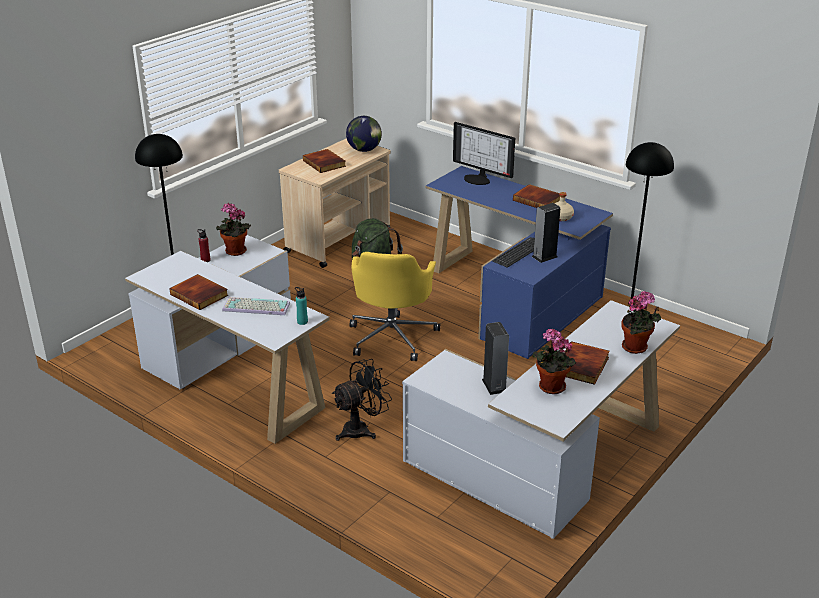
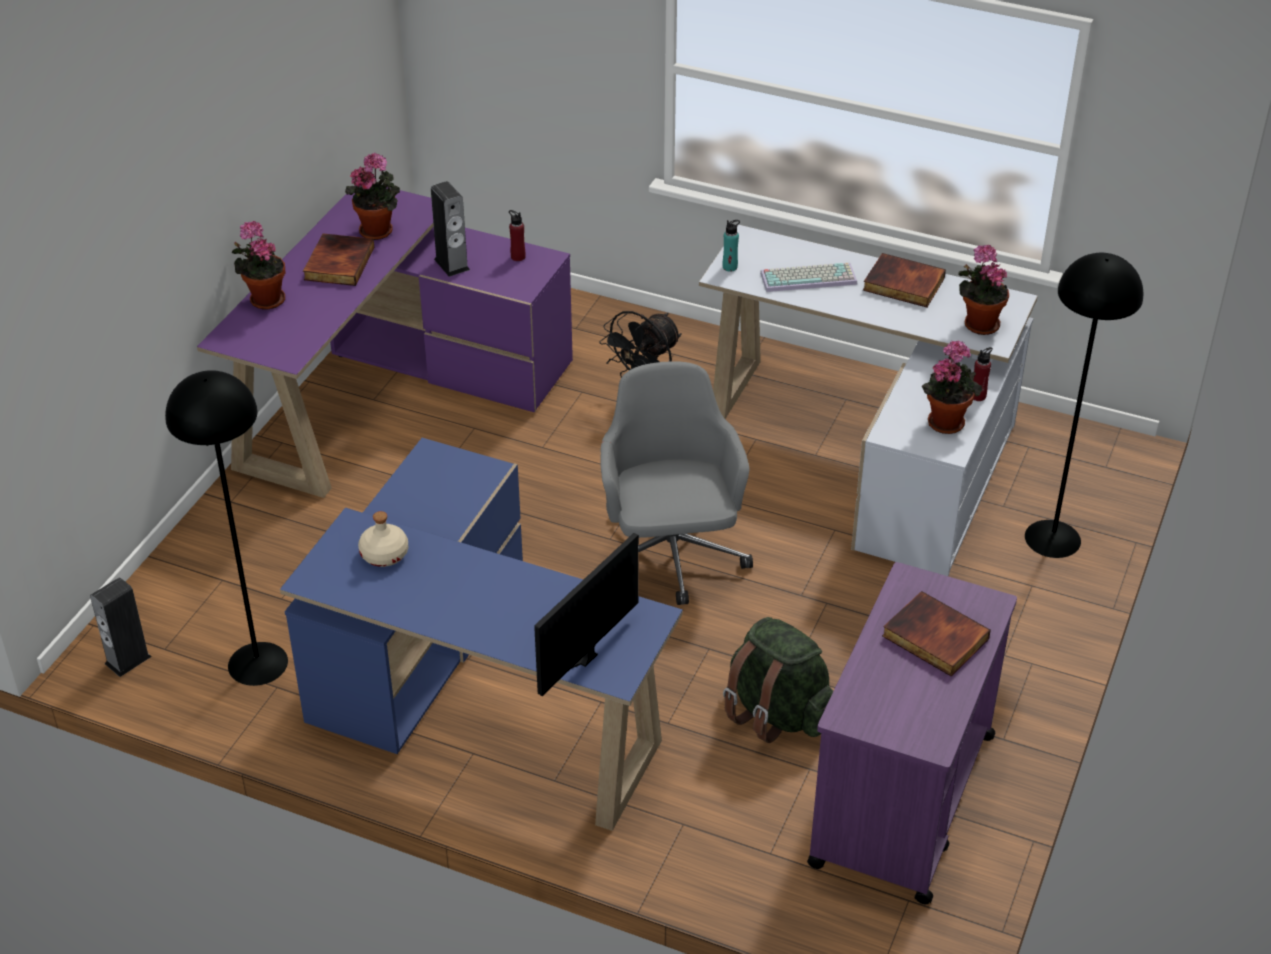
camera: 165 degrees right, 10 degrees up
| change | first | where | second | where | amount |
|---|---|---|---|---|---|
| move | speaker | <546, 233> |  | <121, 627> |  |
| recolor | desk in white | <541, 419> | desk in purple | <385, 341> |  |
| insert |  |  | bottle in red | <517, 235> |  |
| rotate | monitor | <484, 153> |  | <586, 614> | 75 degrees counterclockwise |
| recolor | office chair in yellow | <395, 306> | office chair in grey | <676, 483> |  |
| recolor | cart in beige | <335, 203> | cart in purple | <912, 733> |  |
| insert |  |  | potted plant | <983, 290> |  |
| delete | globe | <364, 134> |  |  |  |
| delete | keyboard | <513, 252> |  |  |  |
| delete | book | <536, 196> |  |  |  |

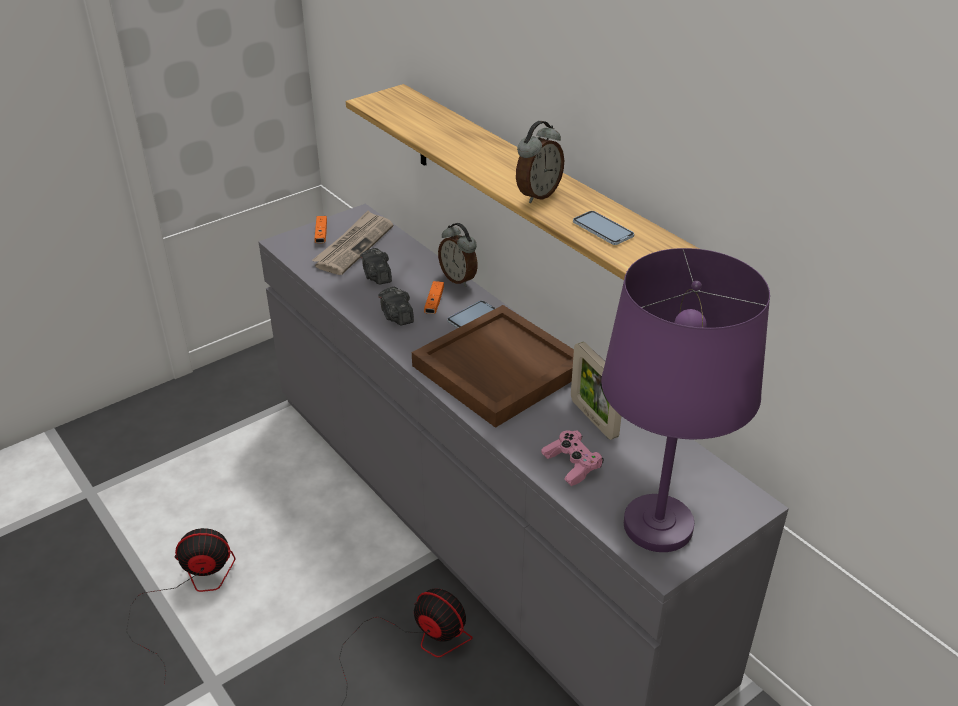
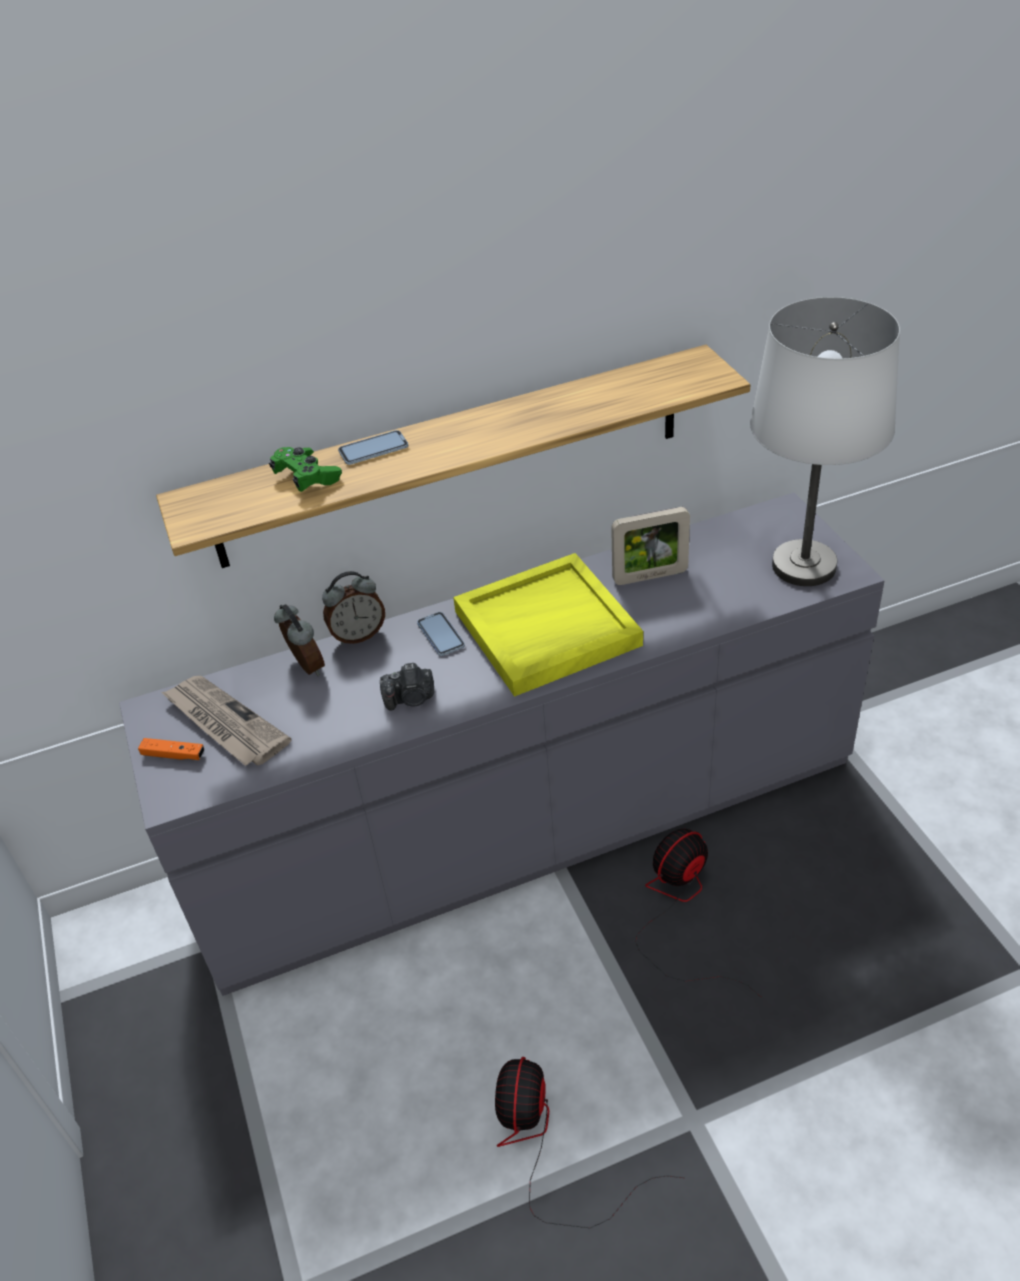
camera: 70 degrees left, 5 degrees up
| change | first | where | second | where | amount |
|---|---|---|---|---|---|
| insert |  |  | game controller in green | <305, 469> |  |
| move | alarm clock | <540, 162> |  | <299, 640> |  |
| move | phone | <603, 228> |  | <373, 447> |  |
| recolor | tray in brown | <493, 366> | tray in yellow | <548, 625> |  |
| recolor | table lamp in purple | <685, 400> | table lamp in white | <825, 441> |  |
| delete | photo camera | <376, 266> |  |  |  |
| delete | game controller in orange | <434, 297> |  |  |  |
| delete | game controller in pink | <572, 458> |  |  |  |

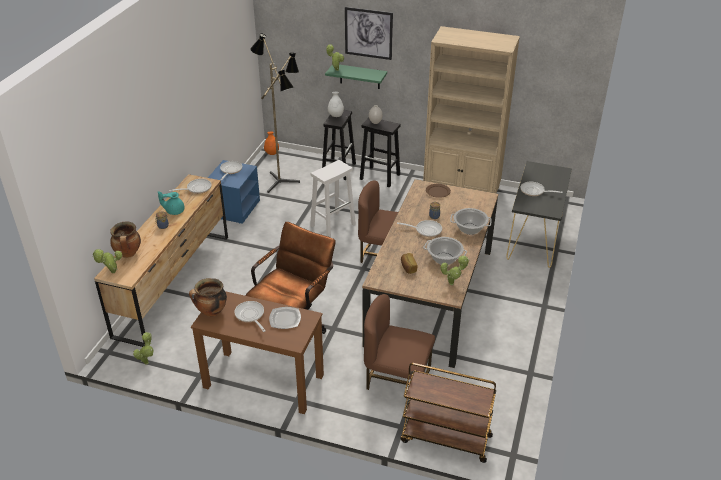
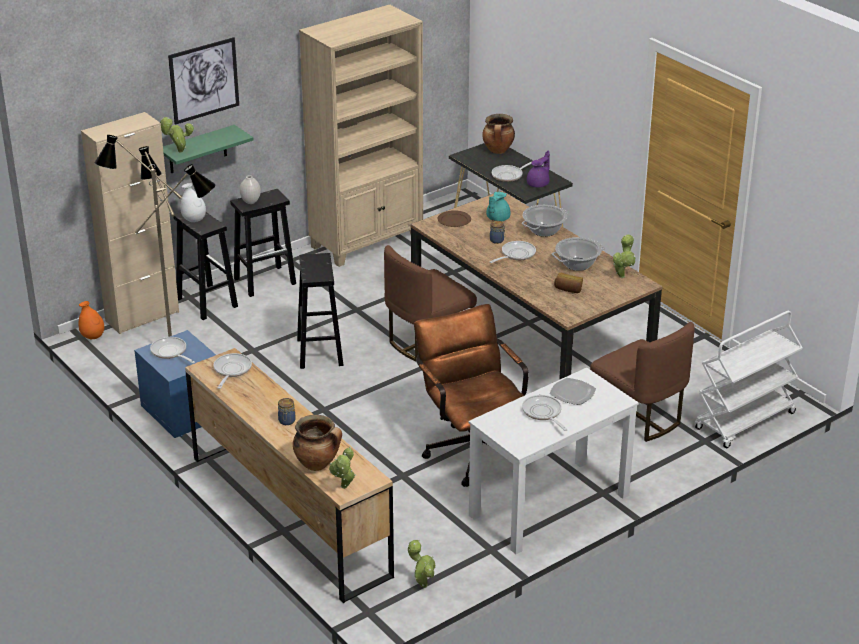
camera: 55 degrees left, 5 degrees down
| change | first | where | second | where | amount |
|---|---|---|---|---|---|
| insert |  |  | cabinet in beige | <130, 223> |  |
| recolor | stool in white | <333, 198> | stool in black | <320, 311> |  |
| recolor | desk in brown | <257, 352> | desk in white | <553, 461> |  |
| move | cooking pot | <208, 297> |  | <498, 134> |  |
| move | teapot in turquoise | <171, 203> |  | <498, 206> |  |
| rotate | frying pan | <249, 316> |  | <544, 413> | 60 degrees clockwise |
| insert |  |  | teapot in purple | <538, 169> |  |
| rotate | chair in brown | <399, 342> |  | <642, 382> | 90 degrees counterclockwise |
| recolor | cart in brown | <448, 413> | cart in white | <748, 379> |  |

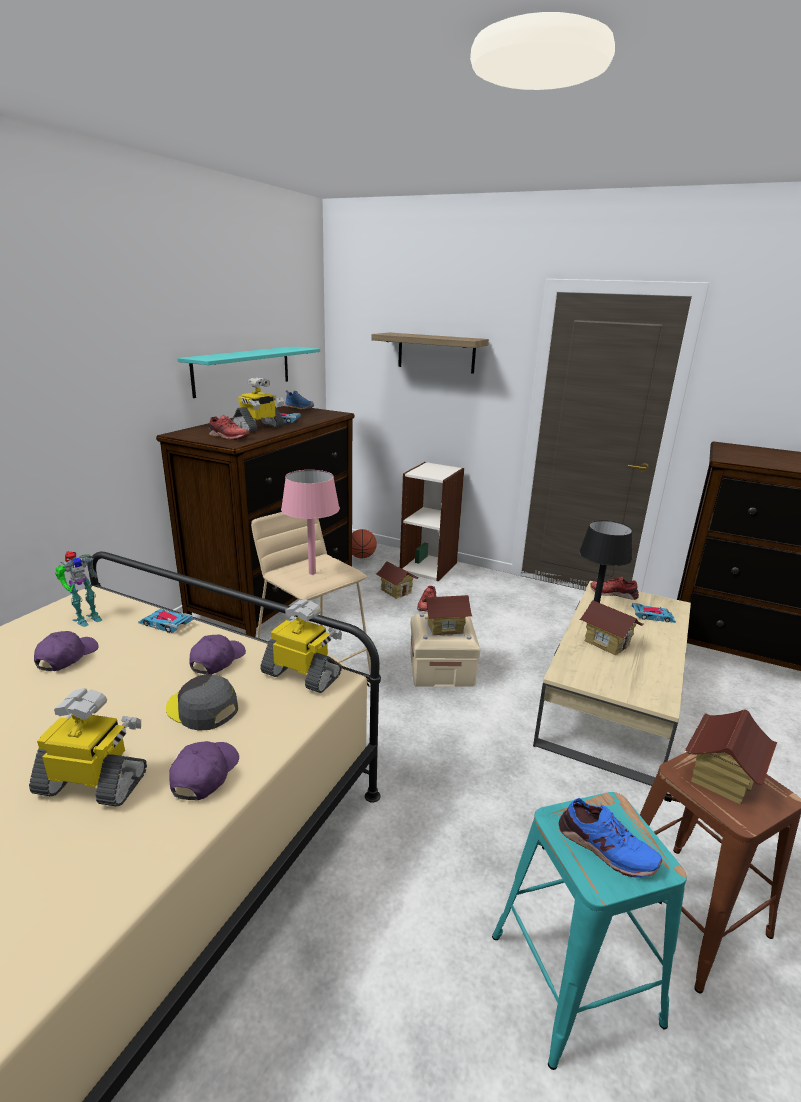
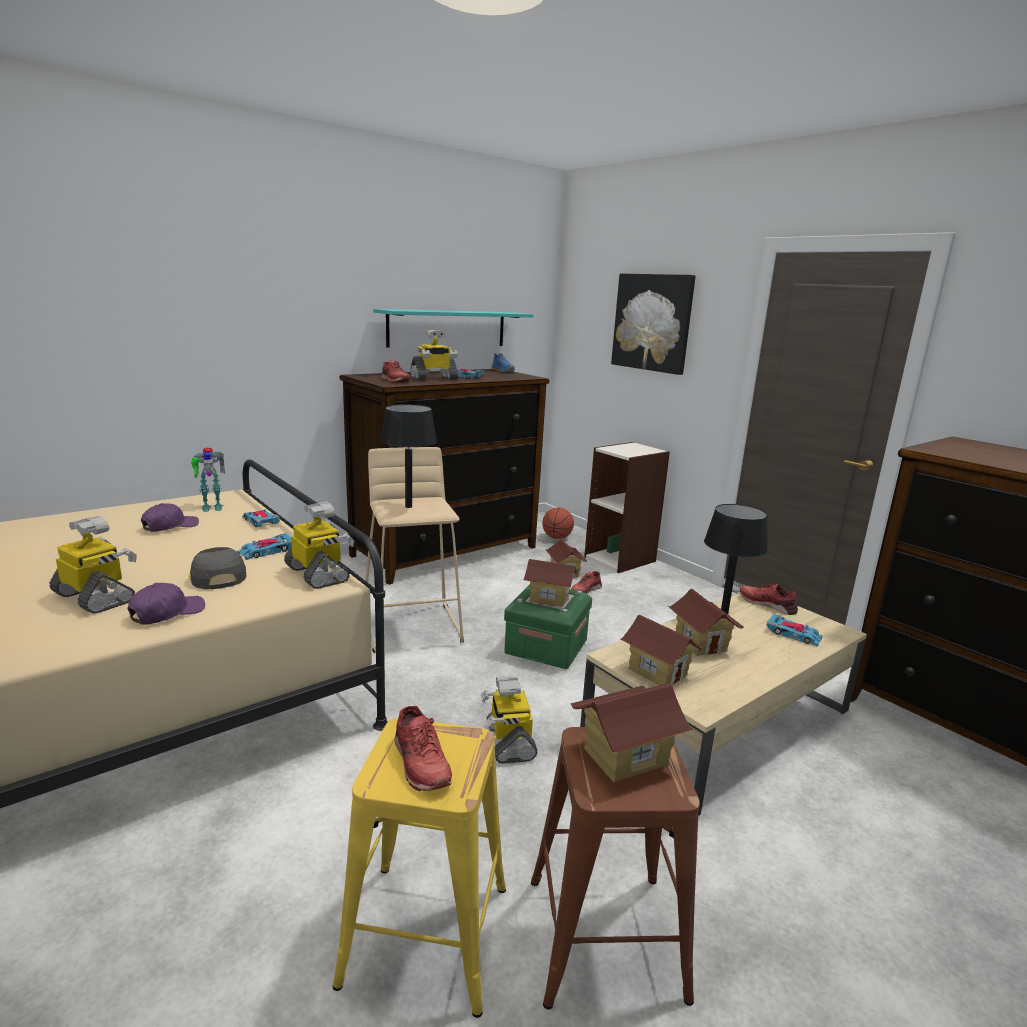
camera: 25 degrees right, 5 degrees down
| change | first | where | second | where | amount |
|---|---|---|---|---|---|
| replace | cap in purple | <218, 654> | toy car | <265, 546> |  |
| recolor | stool in turquoise | <589, 931> | stool in yellow | <419, 868> |  |
| recolor | table lamp in pink | <310, 522> | table lamp in black | <408, 456> |  |
| recolor | shoe in blue | <610, 838> | shoe in red | <423, 748> |  |
| insert |  |  | toy robot | <509, 720> |  |
| recolor | storage box in beige | <445, 649> | storage box in green | <548, 626> |  |
| replace | shelf | <430, 353> | picture | <653, 324> |  |
| insert |  |  | toy house | <662, 650> |  |

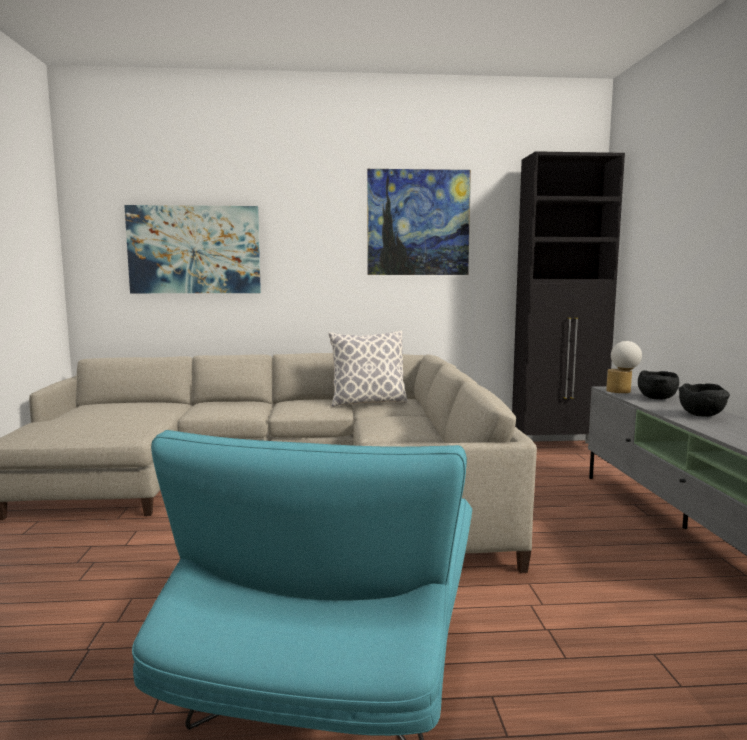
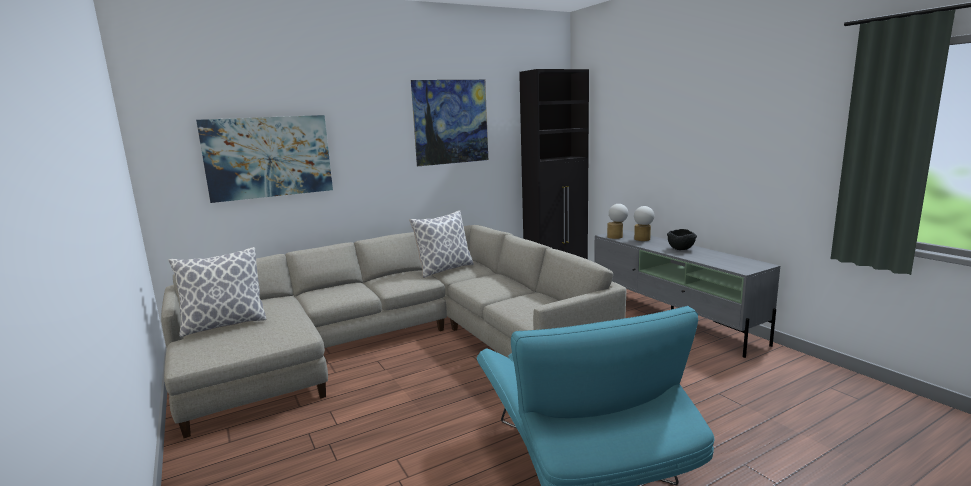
camera: 25 degrees left, 5 degrees up
| change | first | where | second | where | amount |
|---|---|---|---|---|---|
| insert |  |  | pillow | <217, 292> |  |
| replace | bowl in black | <658, 385> | table lamp | <644, 223> |  |

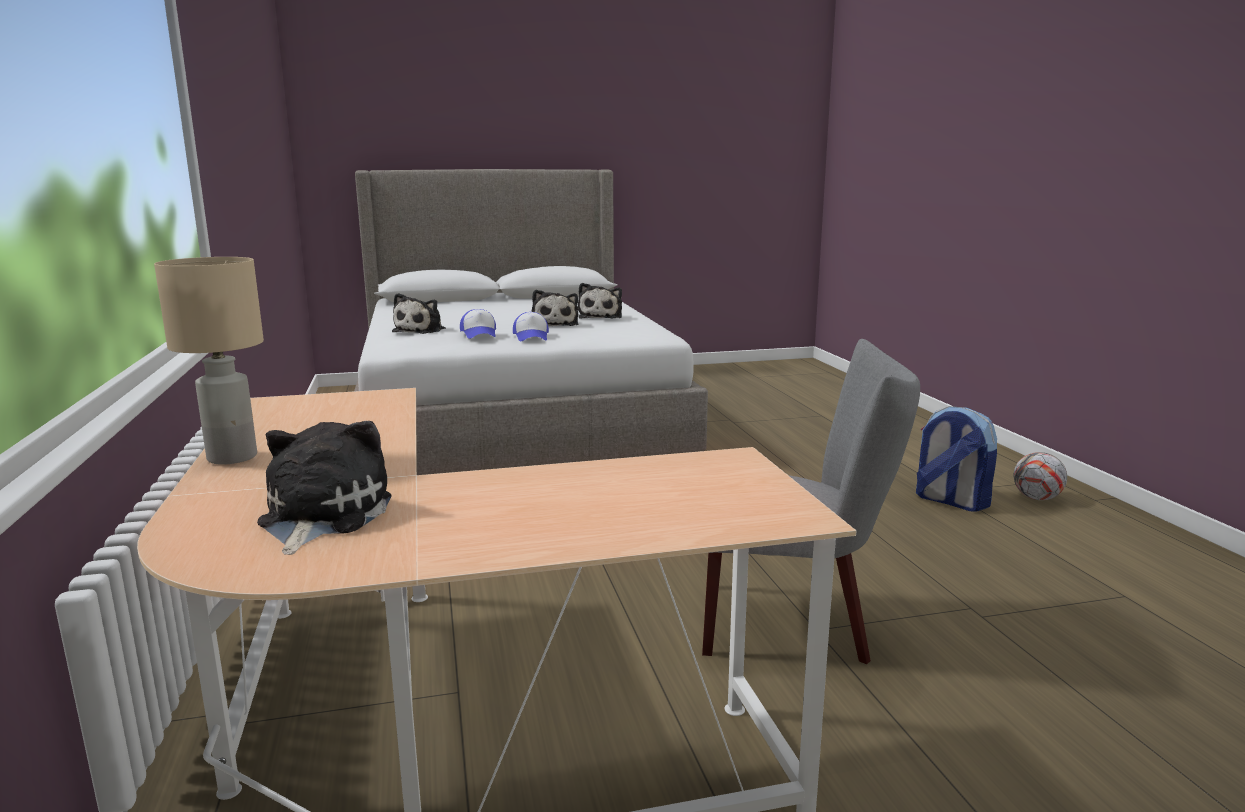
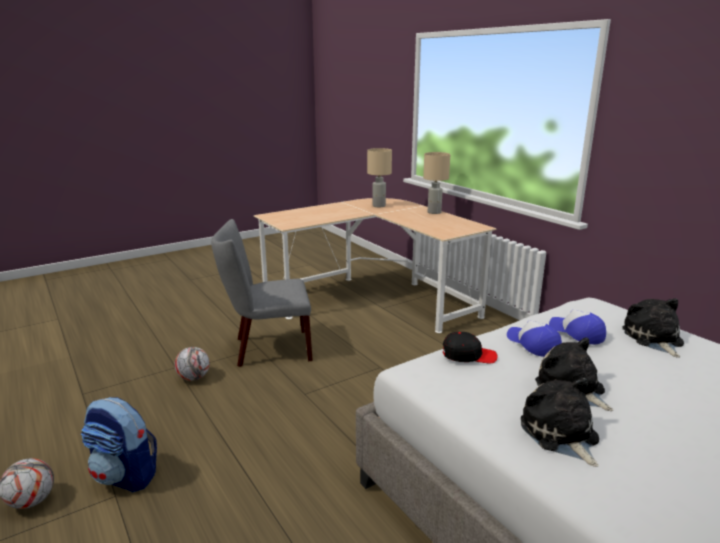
camera: 160 degrees right, 5 degrees up
| change | first | where | second | where | amount |
|---|---|---|---|---|---|
| insert |  |  | football | <192, 364> |  |
| replace | plush toy | <324, 488> | table lamp in beige | <379, 177> |  |
| insert |  |  | cap in black | <470, 348> |  |

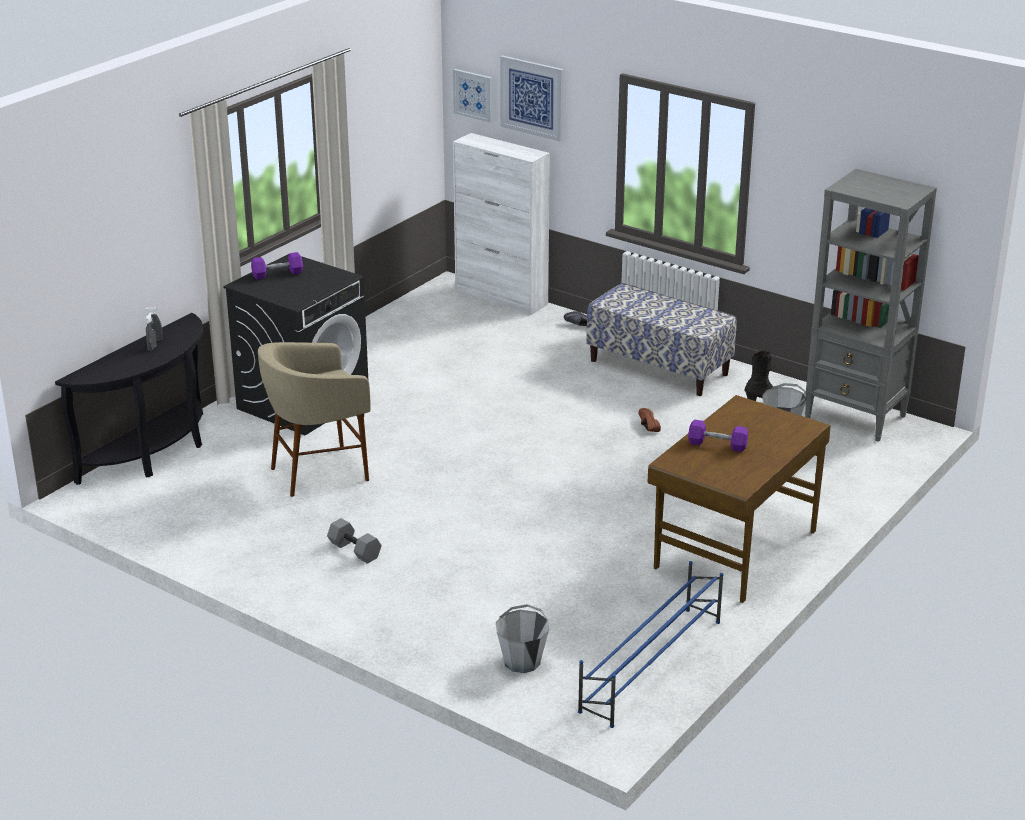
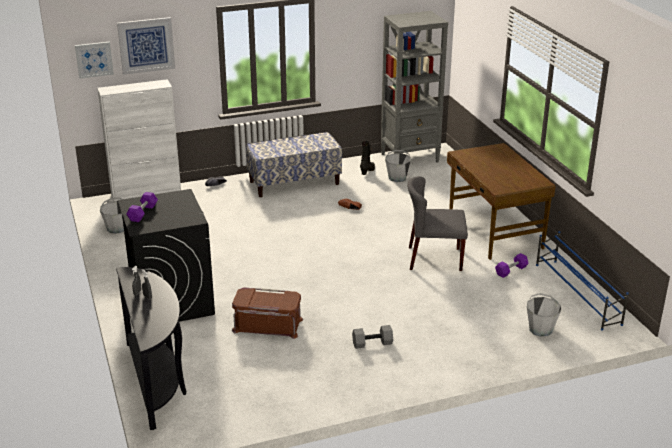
camera: 55 degrees left, 0 degrees up
| change | first | where | second | where | amount |
|---|---|---|---|---|---|
| insert |  |  | bucket in grey | <112, 216> |  |
| replace | stool in beige | <314, 419> | storage box in brown | <267, 313> |  |
| insert |  |  | chair in grey | <437, 223> |  |
| move | dumbbell in purple | <718, 435> |  | <512, 265> |  |

